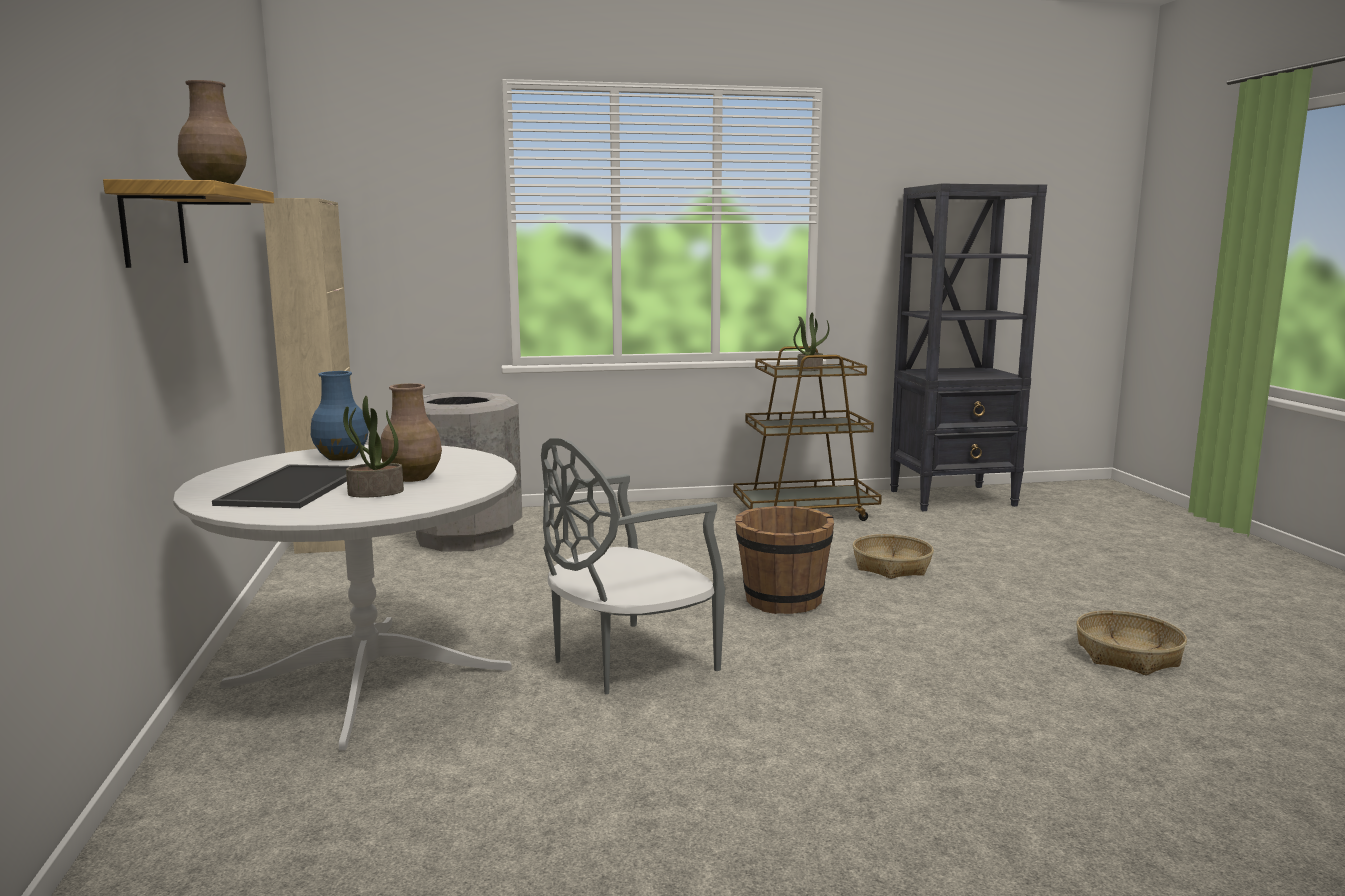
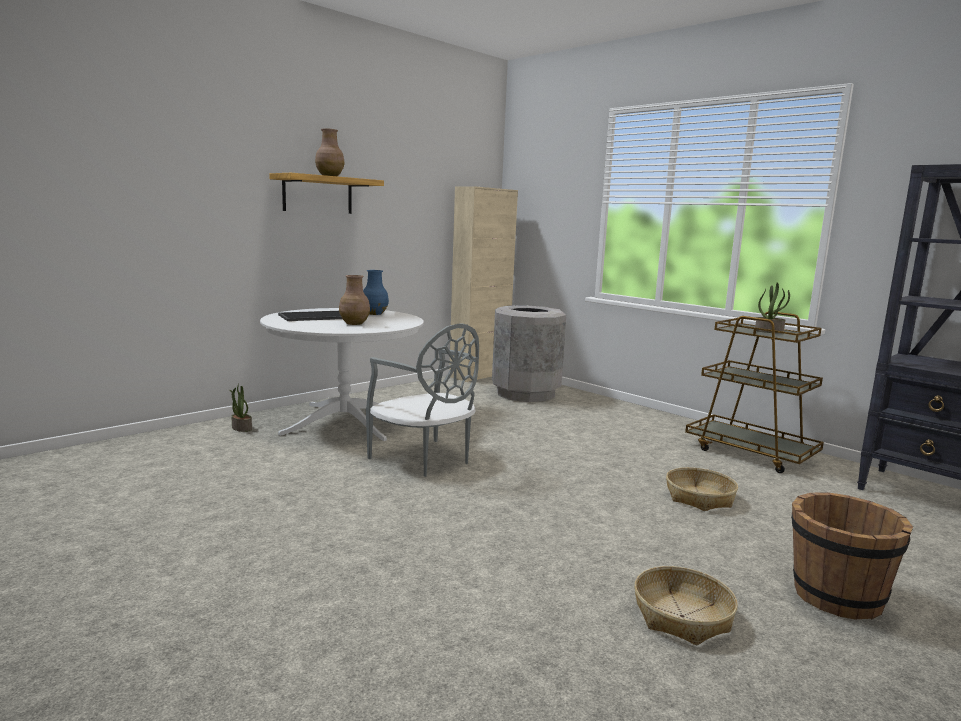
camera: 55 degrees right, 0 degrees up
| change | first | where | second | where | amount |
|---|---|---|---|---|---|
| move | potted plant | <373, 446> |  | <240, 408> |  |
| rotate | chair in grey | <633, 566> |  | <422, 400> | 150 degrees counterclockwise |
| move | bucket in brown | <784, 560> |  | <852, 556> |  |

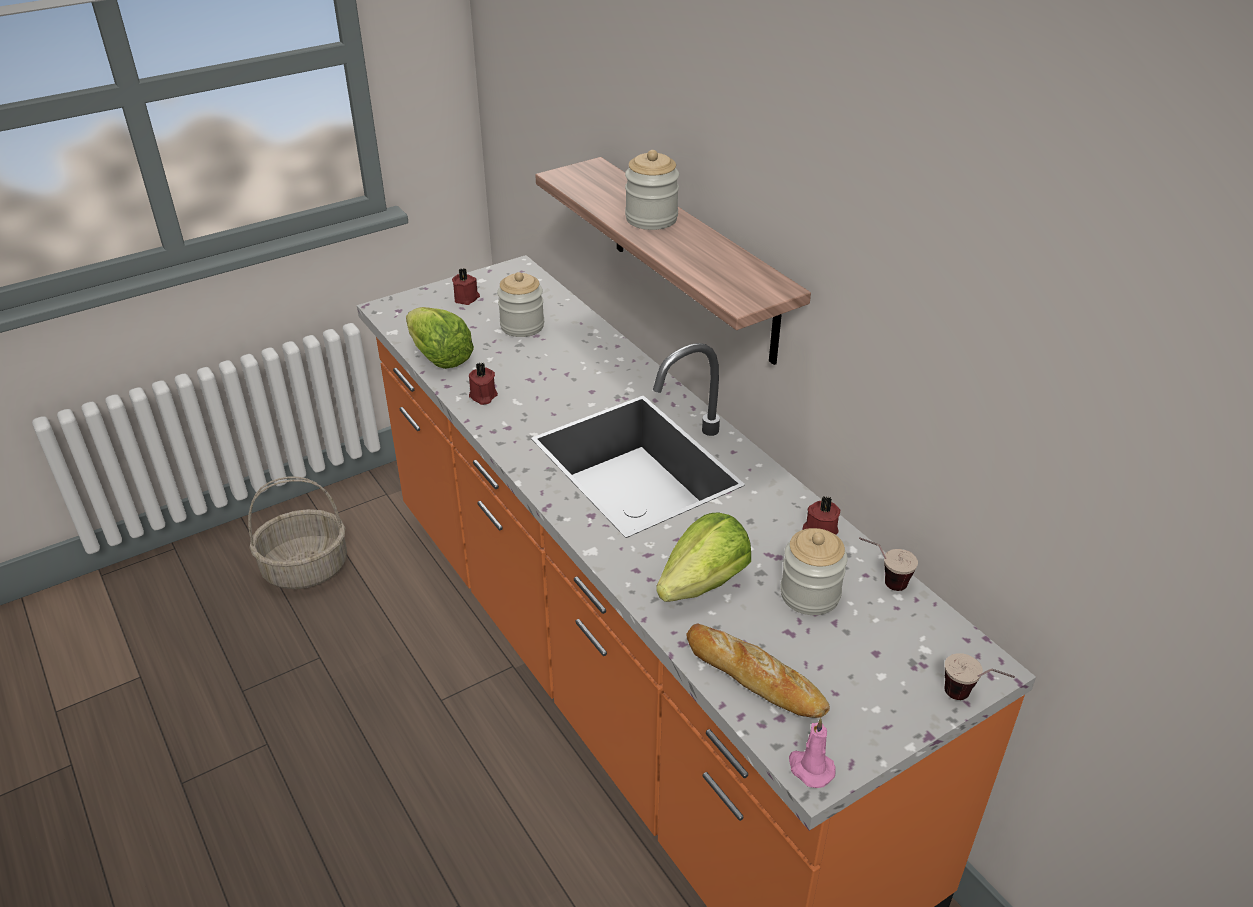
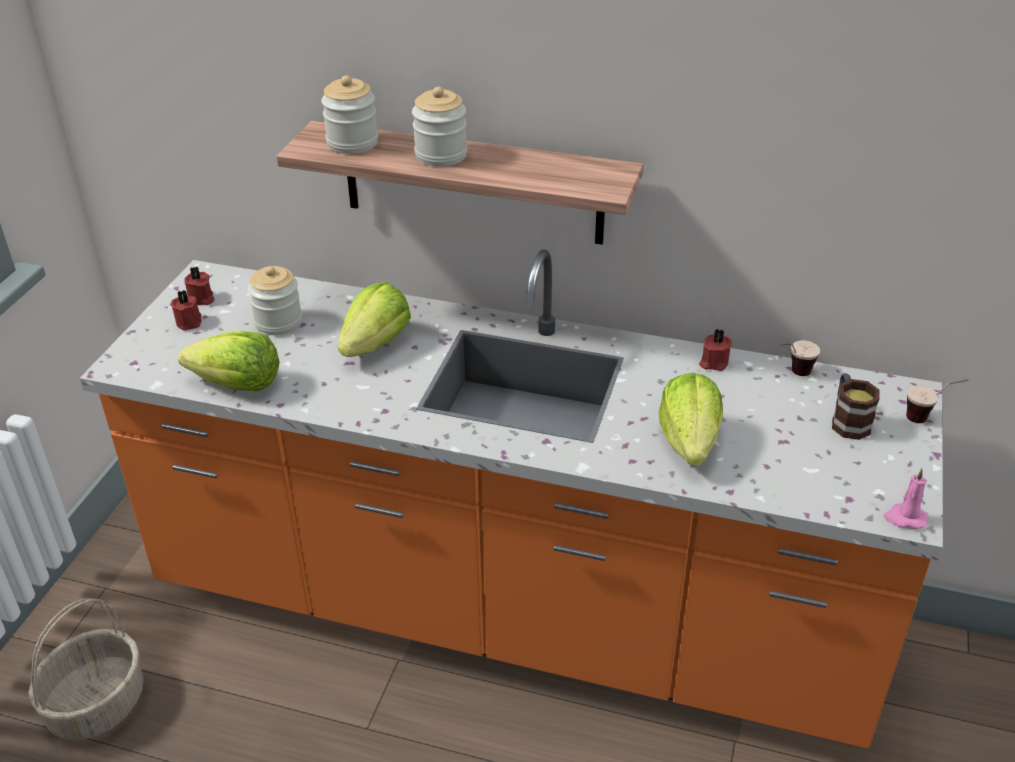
camera: 40 degrees left, 0 degrees up
| change | first | where | second | where | amount |
|---|---|---|---|---|---|
| move | candle in red | <483, 384> |  | <199, 286> |  |
| move | jar | <814, 571> |  | <349, 114> |  |
| insert |  |  | lettuce | <374, 319> |  |
| insert |  |  | mug | <856, 406> |  |
| delete | bread | <758, 670> |  |  |  |

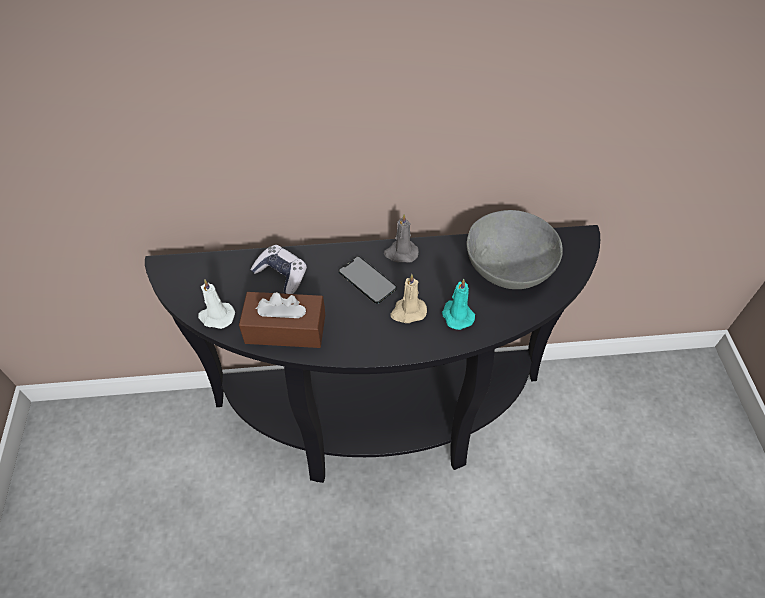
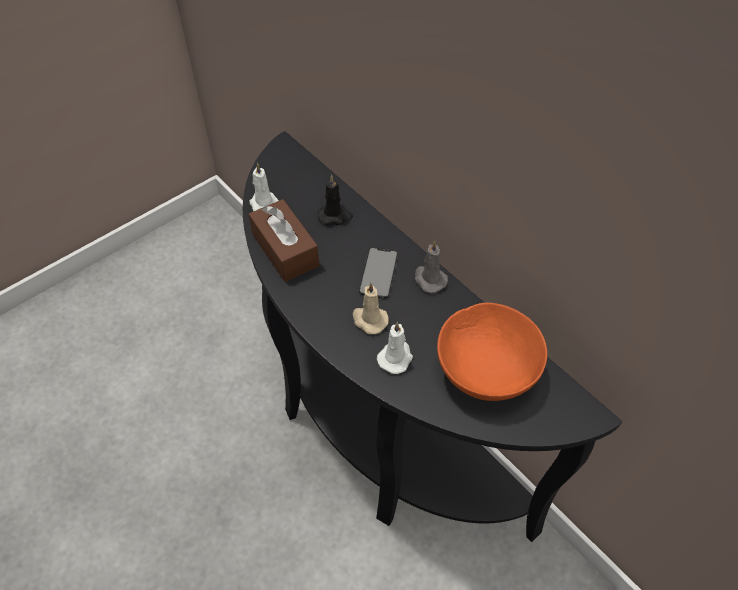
camera: 55 degrees right, 0 degrees up
| change | first | where | second | where | amount |
|---|---|---|---|---|---|
| replace | game controller | <278, 269> | candle in black | <335, 200> |  |
| recolor | candle in turquoise | <458, 304> | candle in white | <395, 347> |  |
| recolor | bowl in grey | <515, 249> | bowl in orange | <492, 352> |  |

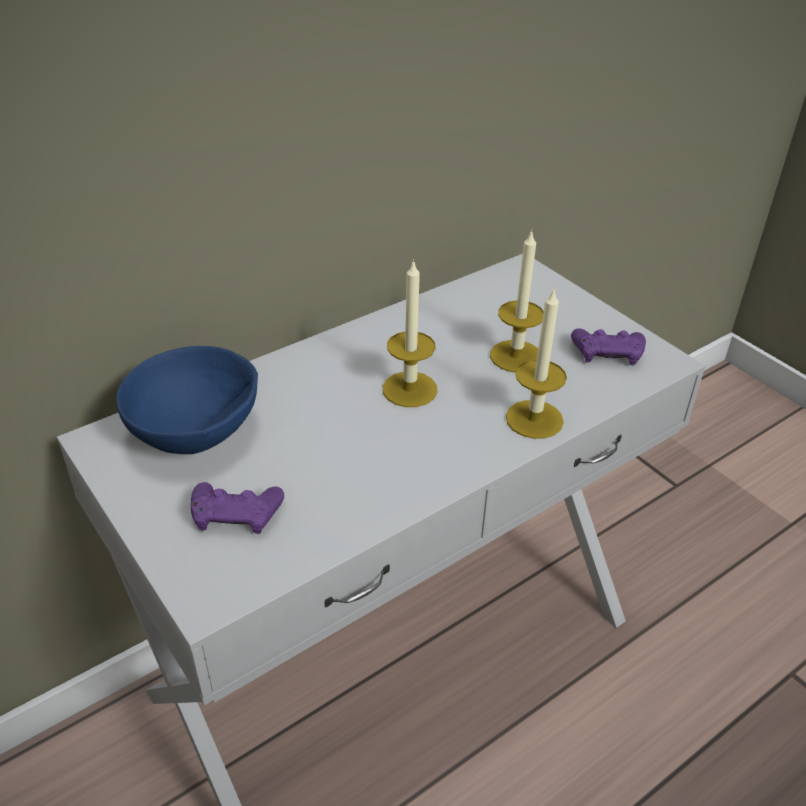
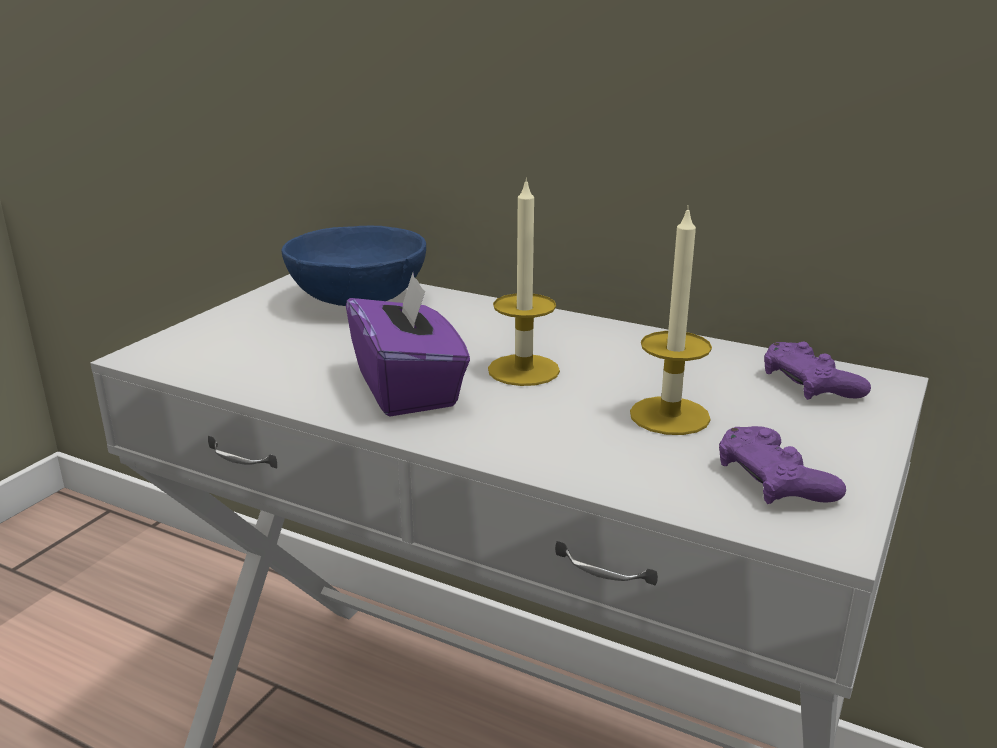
camera: 65 degrees right, 15 degrees down
| change | first | where | second | where | amount |
|---|---|---|---|---|---|
| insert |  |  | tissue box in purple | <408, 345> |  |
| move | game controller in purple | <237, 508> |  | <817, 370> |  |
| delete | candle | <536, 363> |  |  |  |

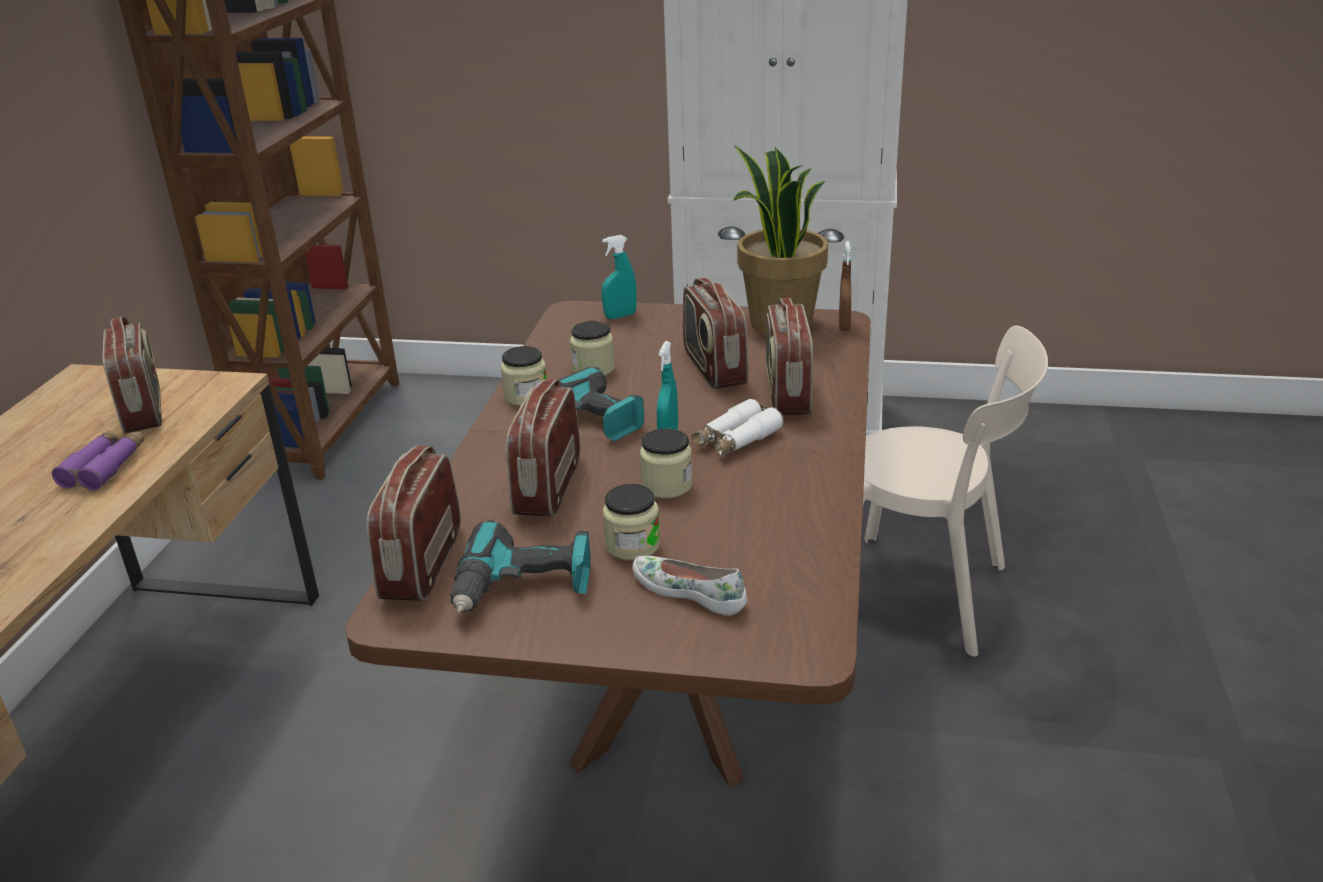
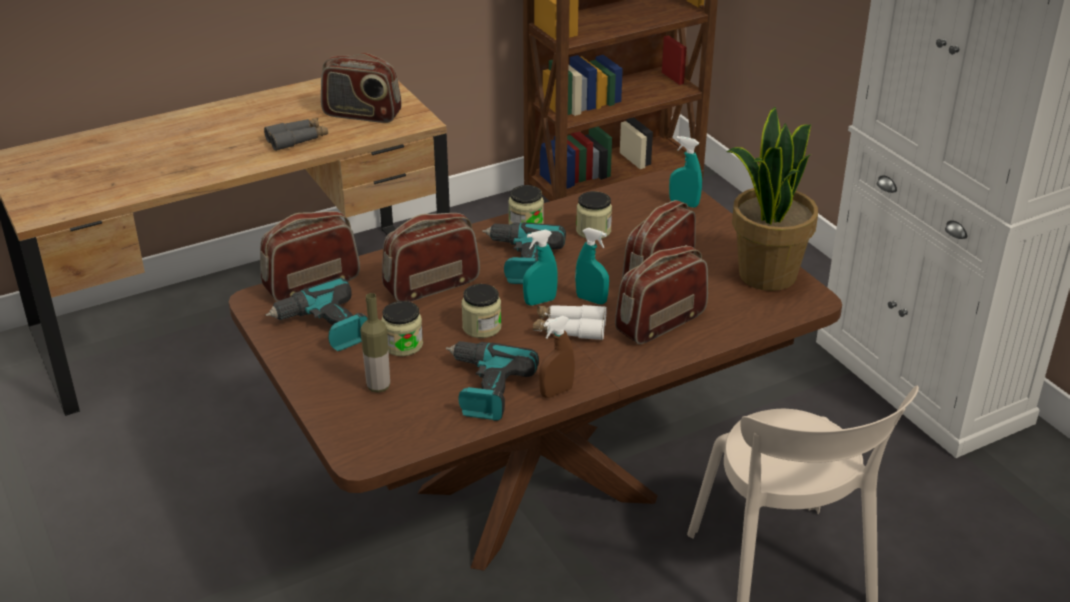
camera: 50 degrees right, 5 degrees up
| change | first | where | second | where | amount |
|---|---|---|---|---|---|
| recolor | binoculars in purple | <98, 460> | binoculars in grey | <296, 134> |  |
| rotate | radio | <132, 375> |  | <361, 88> | 75 degrees clockwise |
| replace | shoe in white | <689, 585> | bottle | <375, 343> |  |
| insert |  |  | power drill | <492, 381> |  |
| move | spray bottle in brown | <845, 286> |  | <557, 357> |  |
| insert |  |  | spray bottle in turquoise | <592, 266> |  |

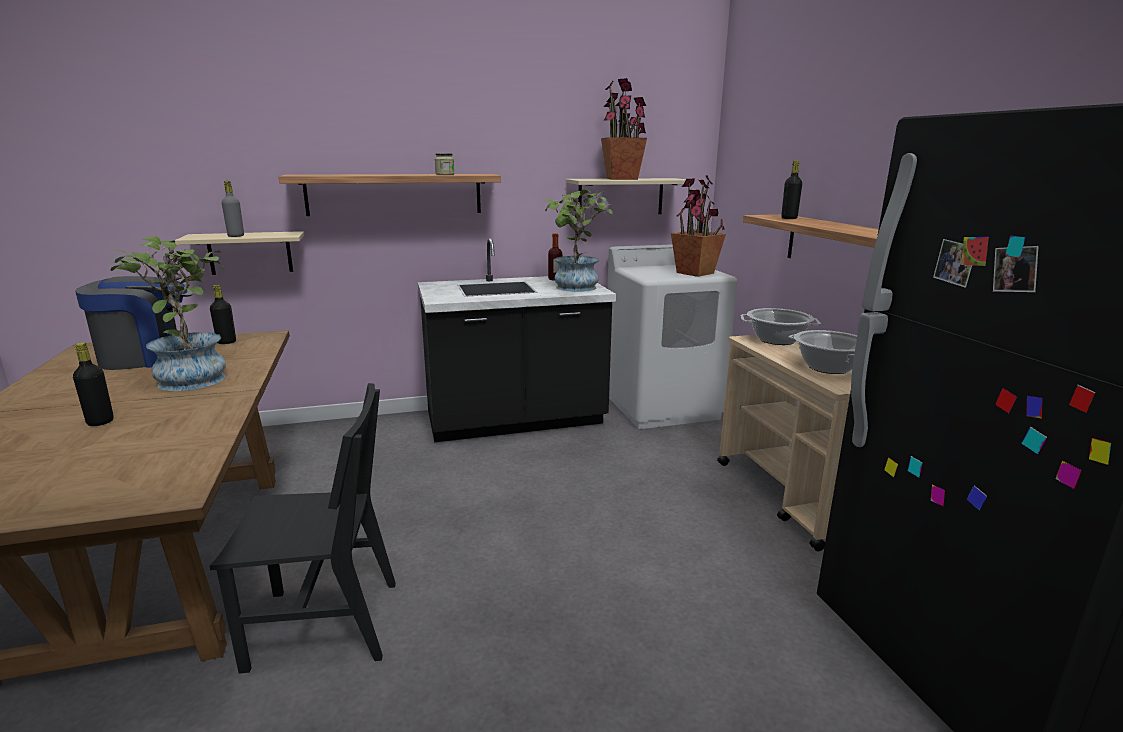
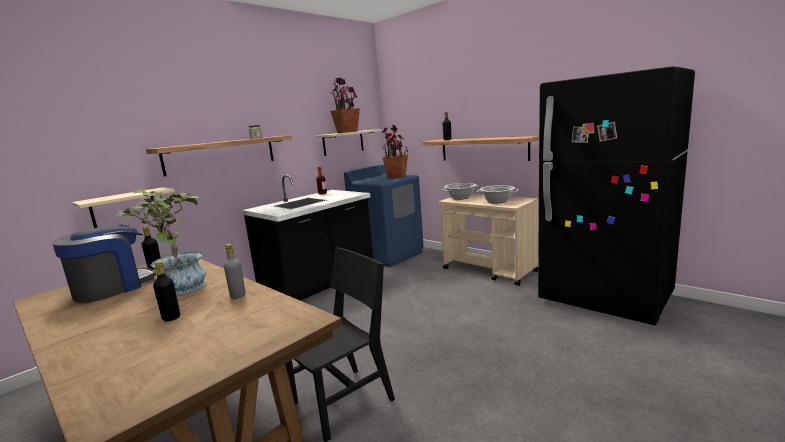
camera: 30 degrees left, 5 degrees down
| change | first | where | second | where | amount |
|---|---|---|---|---|---|
| move | bottle in grey | <233, 209> |  | <235, 271> |  |
| recolor | washing machine in white | <672, 336> | washing machine in blue | <384, 215> |  |
| delete | potted plant | <579, 241> |  |  |  |

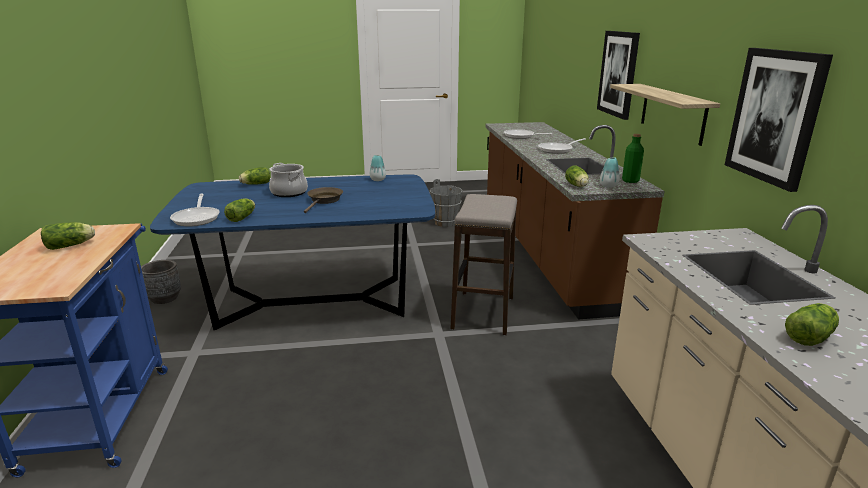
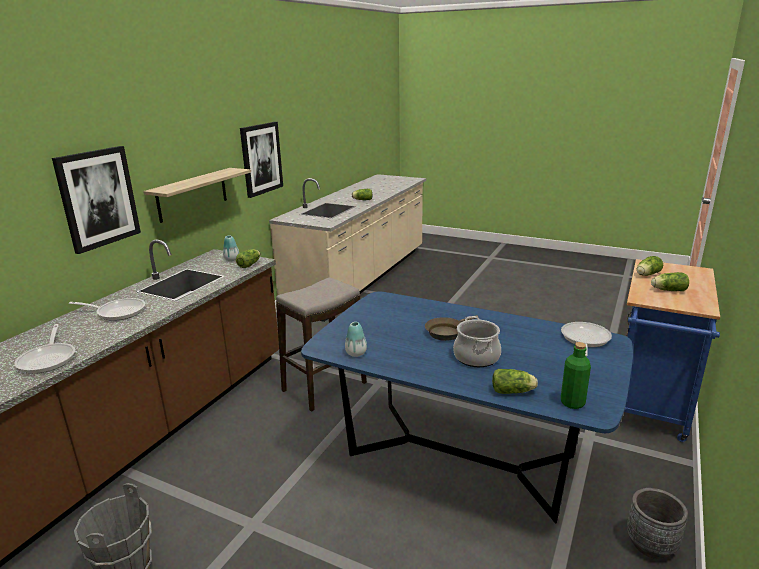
camera: 145 degrees left, 0 degrees up
| change | first | where | second | where | amount |
|---|---|---|---|---|---|
| move | bottle in green | <633, 158> |  | <576, 375> |  |
| move | lettuce | <239, 210> |  | <650, 266> |  |

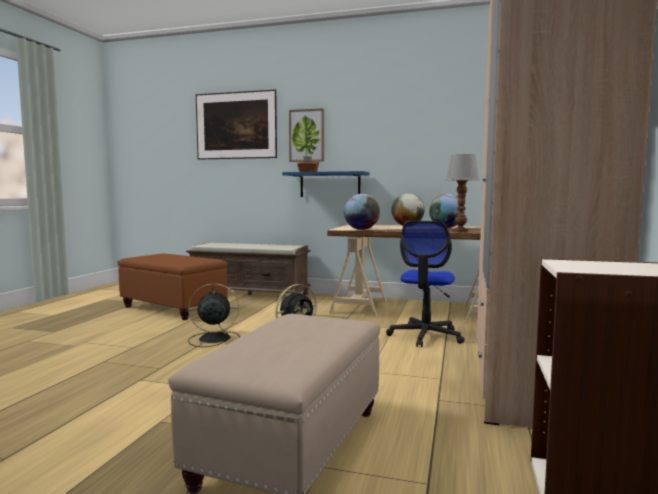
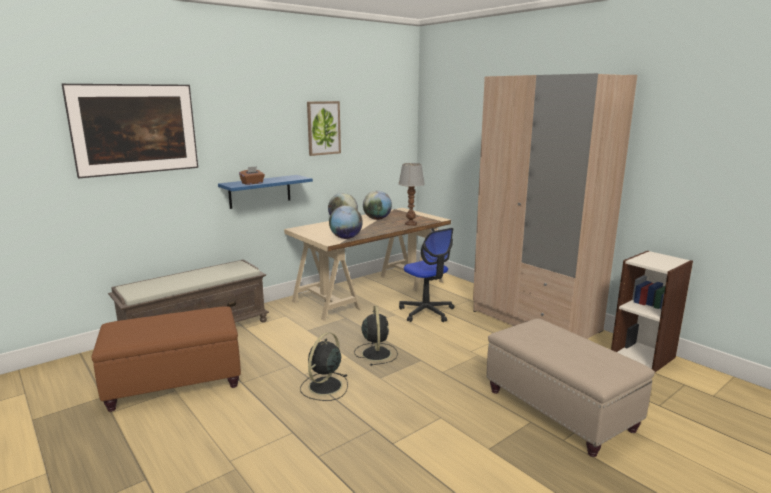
camera: 55 degrees left, 10 degrees up
| change | first | where | second | where | amount |
|---|---|---|---|---|---|
| move | picture | <306, 135> |  | <324, 128> |  |

